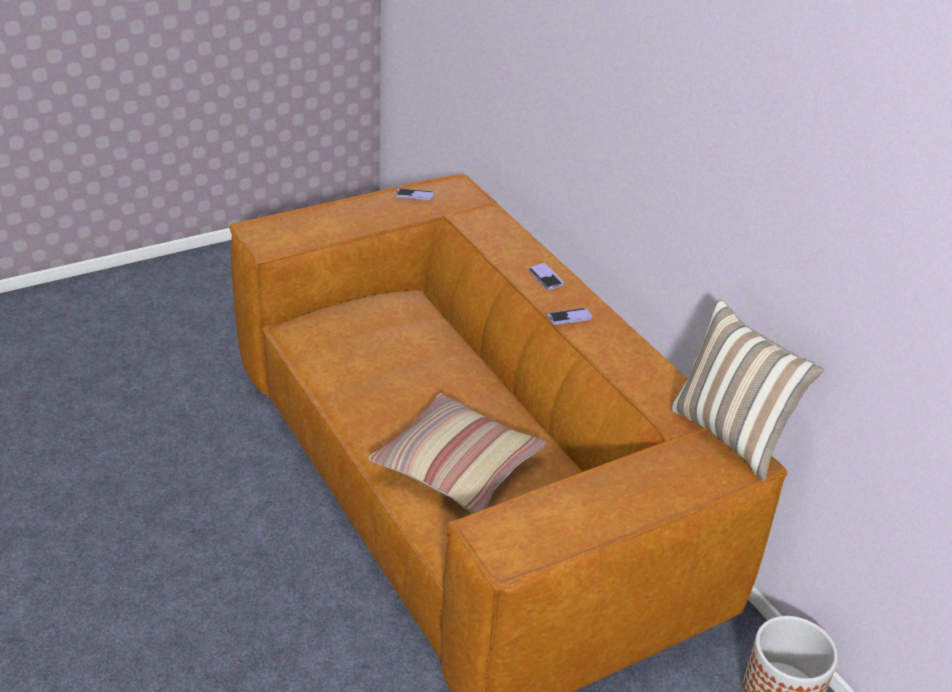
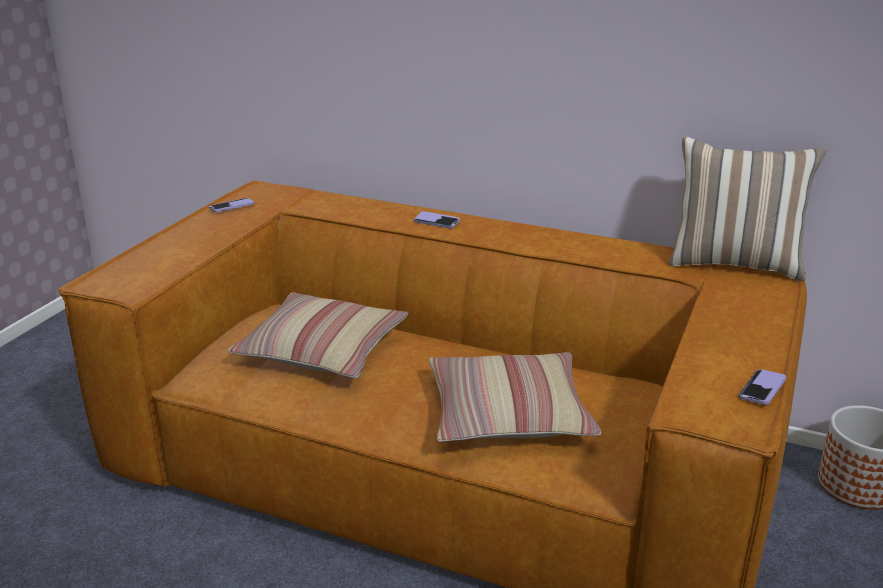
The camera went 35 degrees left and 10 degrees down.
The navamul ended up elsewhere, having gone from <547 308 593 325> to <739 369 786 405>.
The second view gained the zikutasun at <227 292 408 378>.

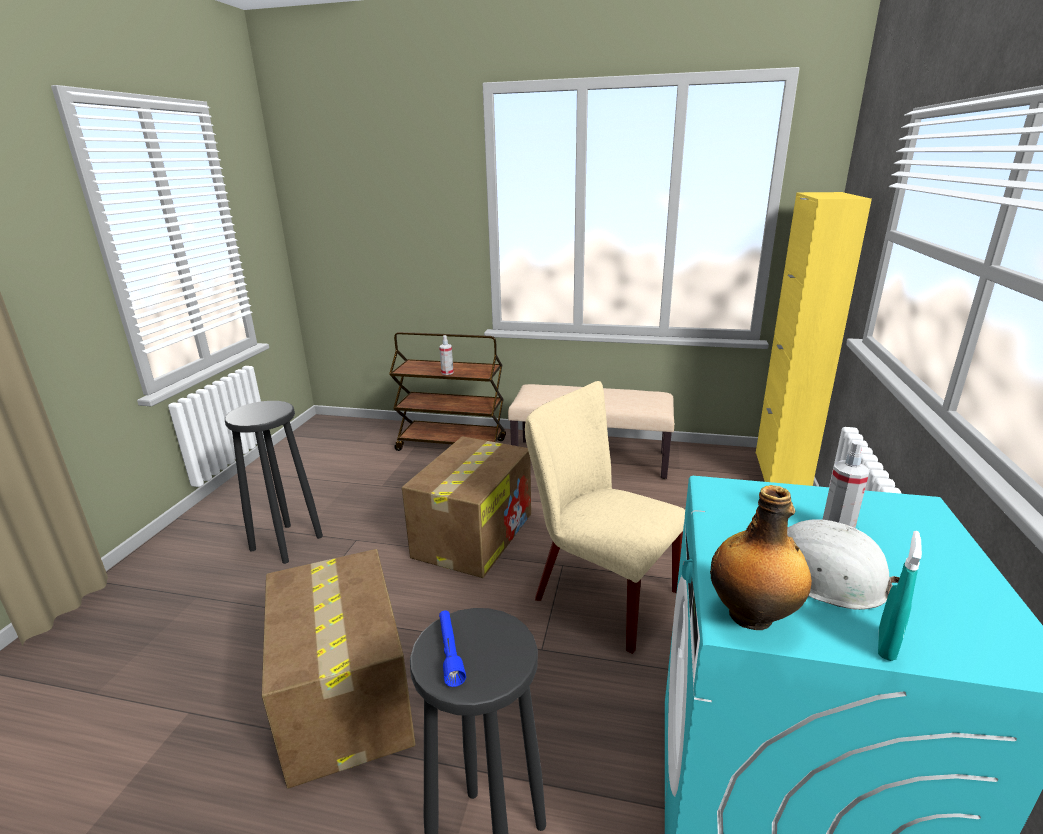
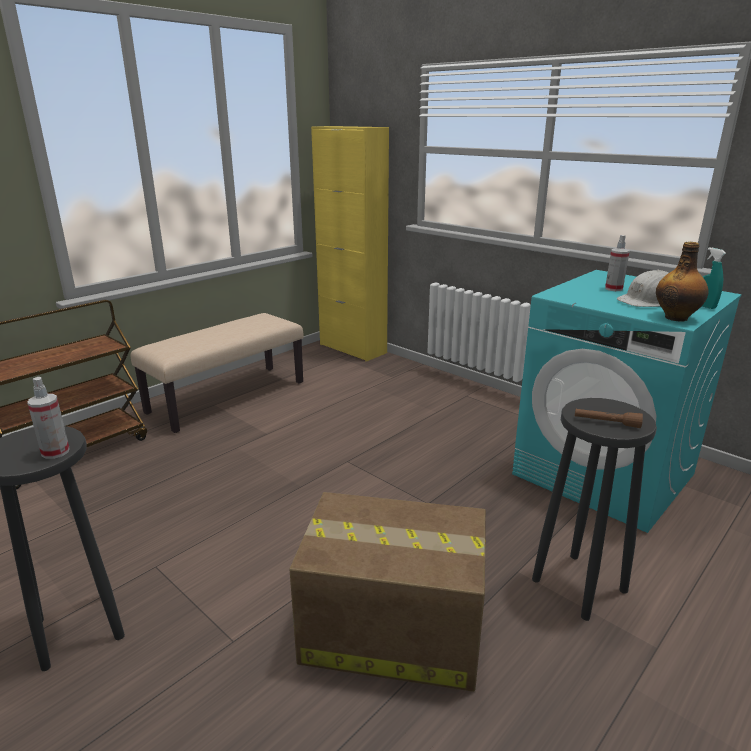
The camera went 60 degrees left and 0 degrees up.
The second view lost the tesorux at <402 436 531 578>.
The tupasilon ended up elsewhere, having gone from <439 335 454 375> to <27 377 70 459>.
What was the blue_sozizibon at <439 610 466 687> turned into the brown_sozizibon at <575 409 643 428>.
The second view lost the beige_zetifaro at <525 381 685 654>.

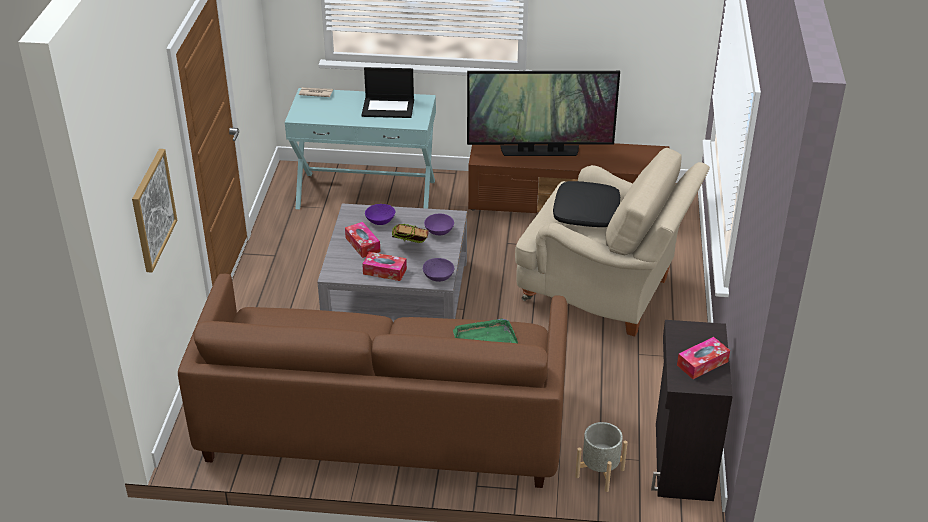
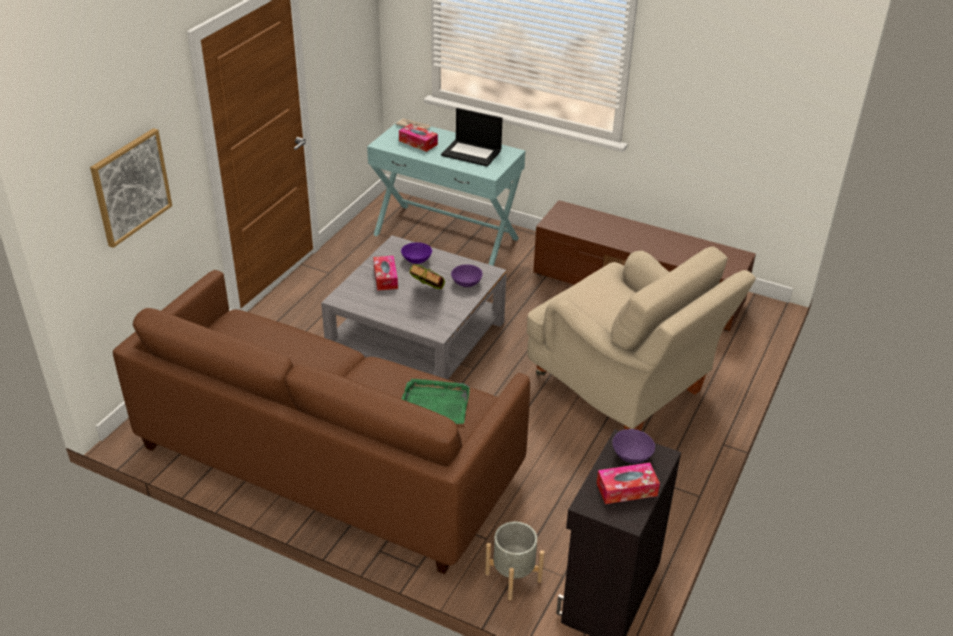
The camera went 20 degrees right and 0 degrees up.
The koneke ended up elsewhere, having gone from <362 252 407 281> to <399 124 438 152>.
The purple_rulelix ended up elsewhere, having gone from <423 258 454 282> to <612 429 655 464>.
The second view lost the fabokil at <467 71 620 156>.
The second view lost the black_zikutasun at <553 181 620 227>.

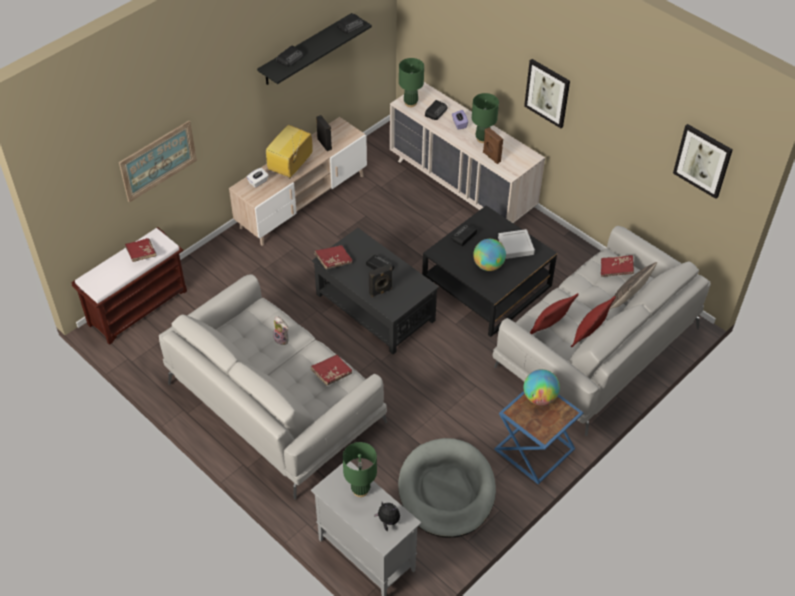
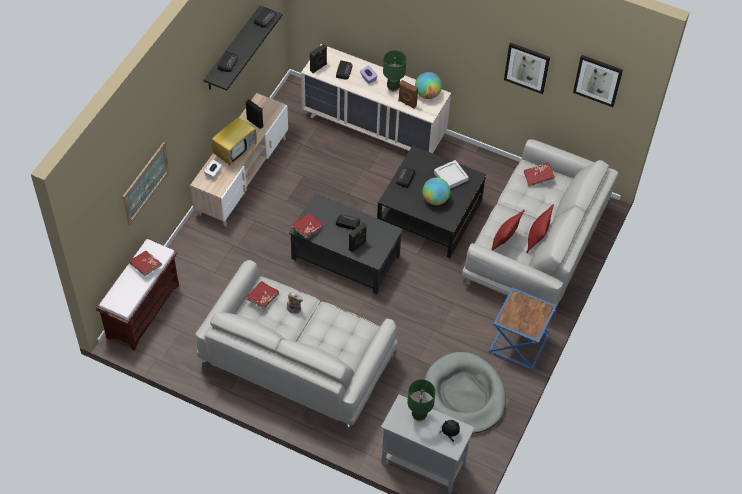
The camera went 20 degrees left and 5 degrees up.
The fabokil at <266 125 313 178> ended up facing another way, 150 degrees counterclockwise from before.
The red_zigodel ended up elsewhere, having gone from <311 355 352 386> to <246 281 279 309>.
Where the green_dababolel stood at <399 58 424 107>, the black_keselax came to stand at <310 44 327 73>.
The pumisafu ended up elsewhere, having gone from <524 59 570 128> to <504 42 550 94>.
The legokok ended up elsewhere, having gone from <524 369 560 405> to <415 72 442 99>.
The second view lost the zikutasun at <609 262 657 310>.

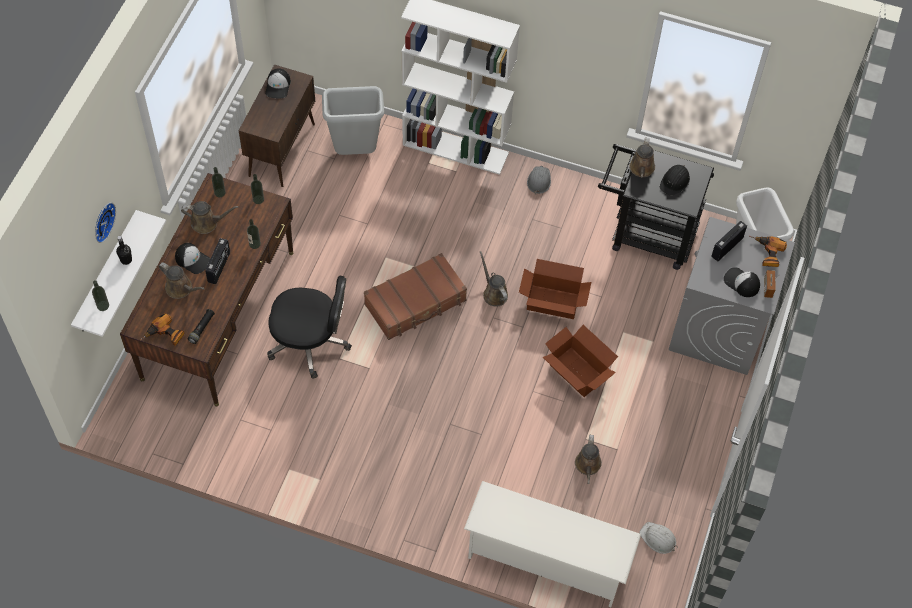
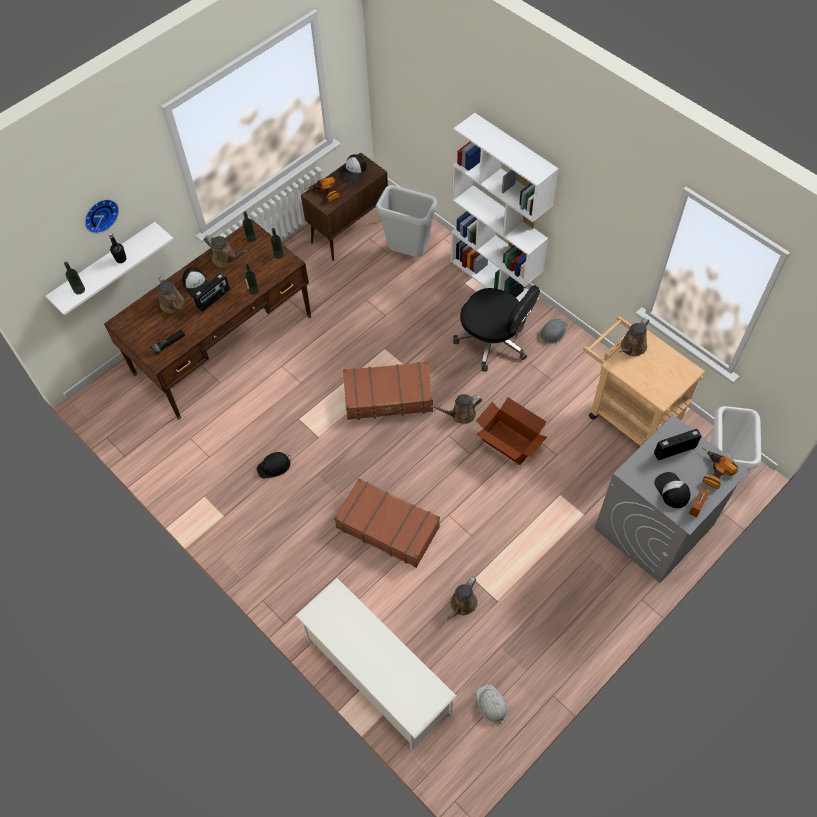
The camera went 30 degrees right and 0 degrees up.
The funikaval ended up elsewhere, having gone from <139 313 184 346> to <304 177 340 202>.
The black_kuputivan ended up elsewhere, having gone from <267 275 352 379> to <453 285 540 372>.
The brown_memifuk at <480 251 508 307> ended up facing another way, 105 degrees counterclockwise from before.
The second view lost the tesorux at <543 325 618 397>.
What was the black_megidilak at <598 144 714 270> turned into the beige_megidilak at <583 316 705 446>.
The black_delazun ended up elsewhere, having gone from <659 165 690 196> to <257 452 291 479>.
The second view gained the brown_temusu at <334 478 440 568>.

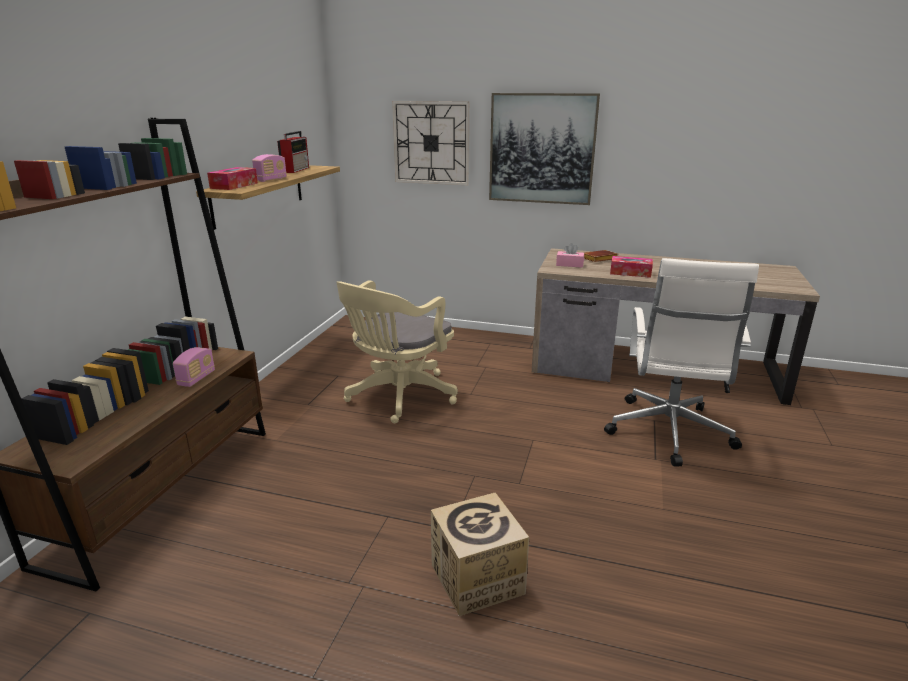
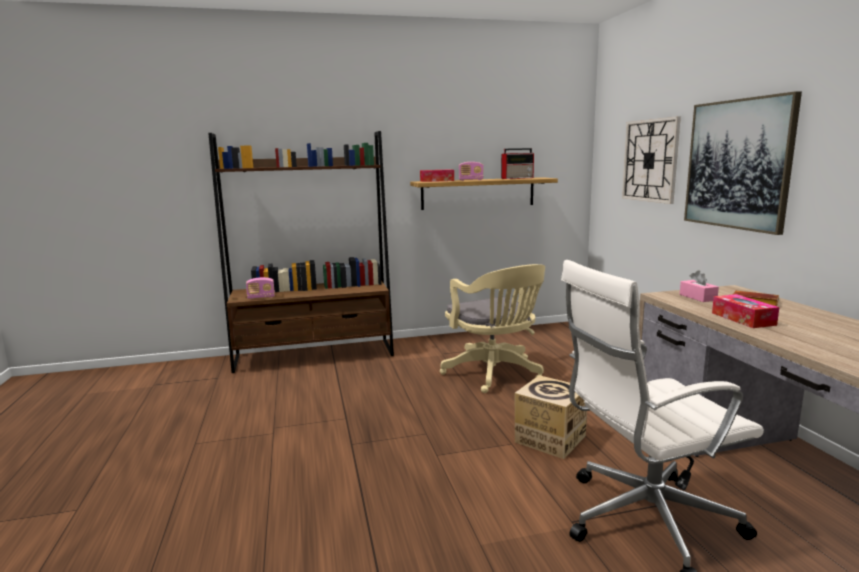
The camera went 60 degrees right and 10 degrees down.
The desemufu ended up elsewhere, having gone from <173 347 215 387> to <246 277 275 299>.
The beige_kuputivan at <336 280 458 423> ended up facing another way, 120 degrees counterclockwise from before.
The tesorux ended up elsewhere, having gone from <431 492 529 616> to <515 375 587 459>.

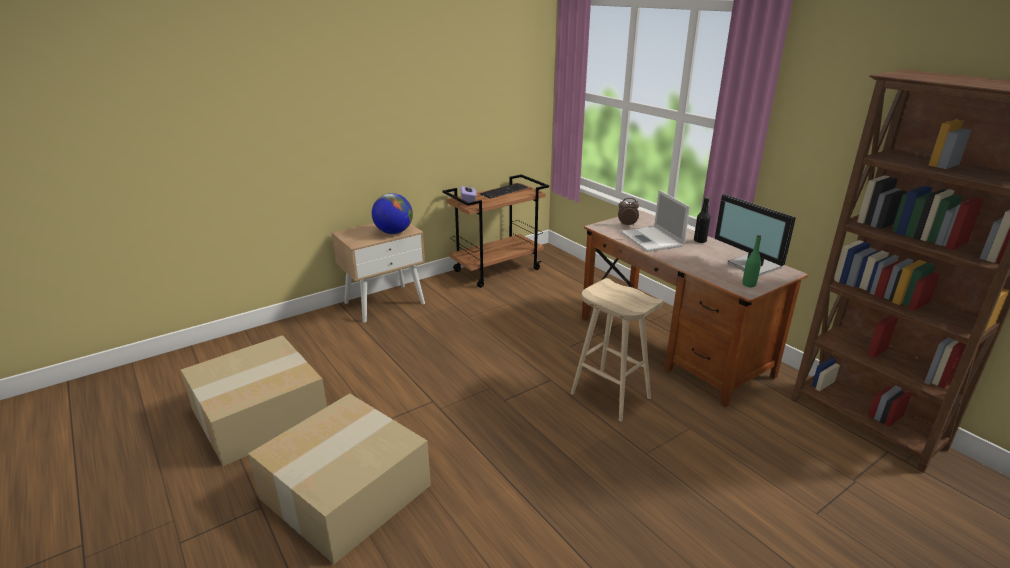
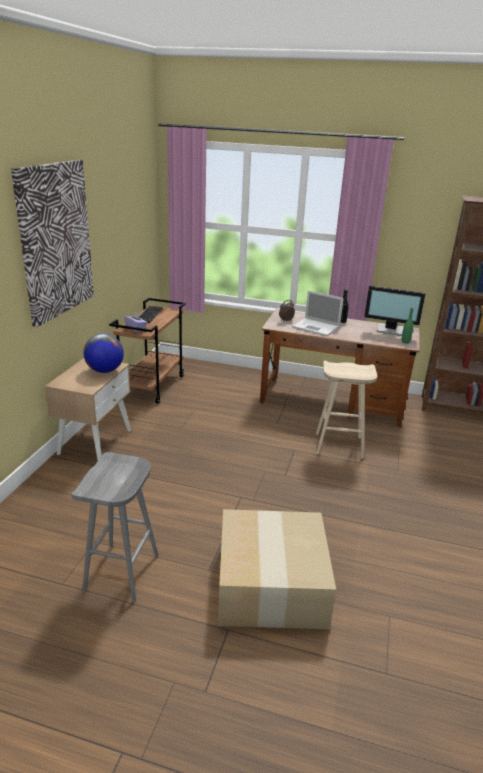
The camera went 40 degrees left and 0 degrees up.
Where the tesorux stood at <181 335 327 466>, the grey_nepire came to stand at <71 452 159 603>.
The second view gained the pumisafu at <11 160 94 327>.

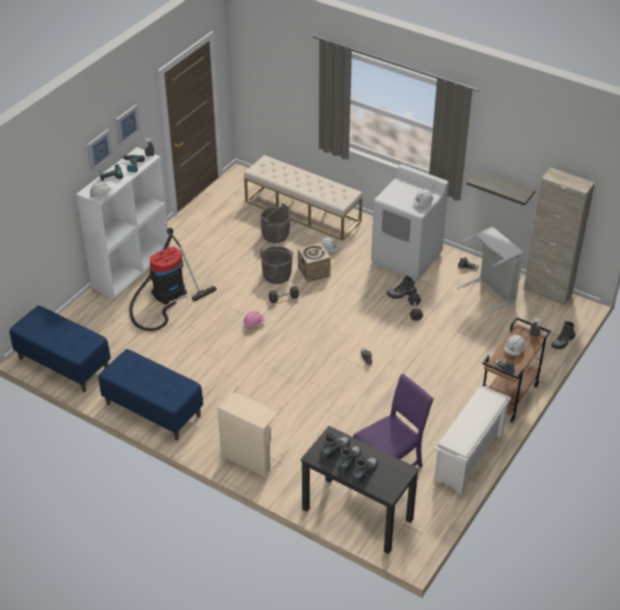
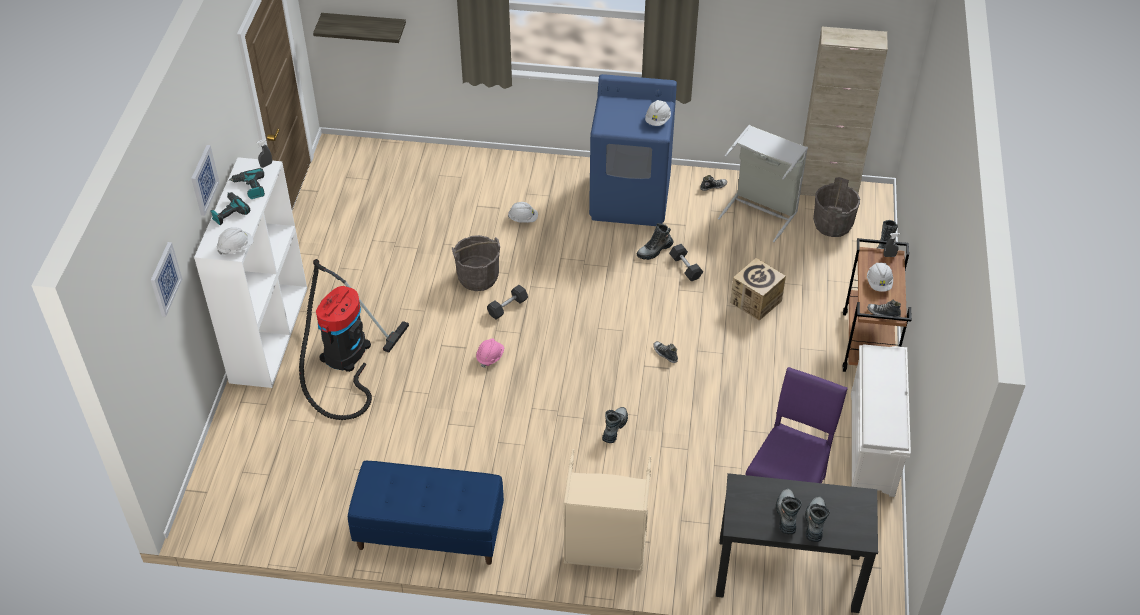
The camera went 25 degrees left and 5 degrees up.
The second view lost the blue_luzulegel at <9 305 111 392>.
The pumisafu ended up elsewhere, having gone from <116 104 140 146> to <151 242 182 317>.
The second view lost the beige_luzulegel at <244 155 362 241>.
The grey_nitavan ended up elsewhere, having gone from <260 203 290 243> to <813 177 860 237>.
The tesorux ended up elsewhere, having gone from <298 242 331 283> to <730 258 786 321>.
The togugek ended up elsewhere, having gone from <319 433 350 460> to <602 407 628 443>.
What was the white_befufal at <371 164 449 281> turned into the blue_befufal at <589 74 677 226>.
The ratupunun ended up elsewhere, having gone from <467 170 536 206> to <313 13 406 43>.

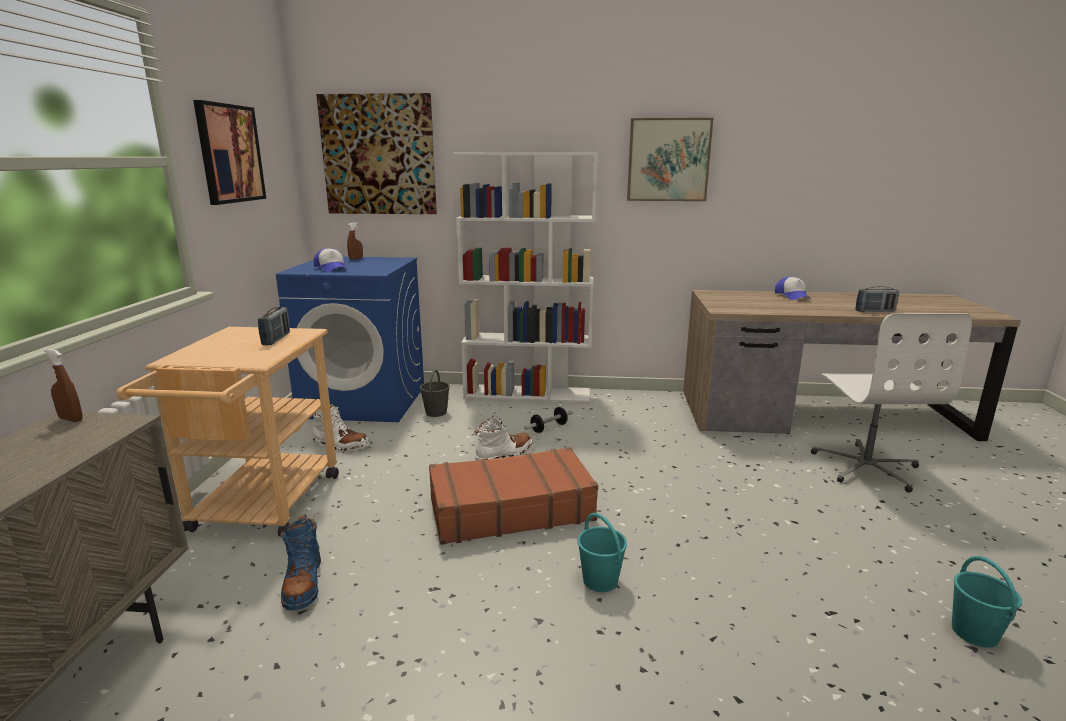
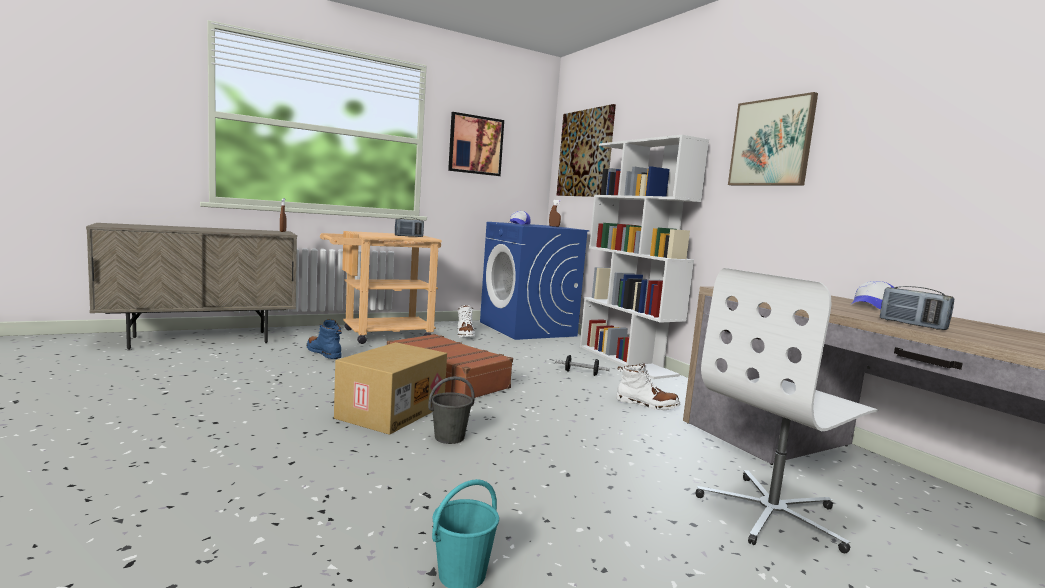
The camera went 55 degrees right and 10 degrees down.
The blue_togugek at <280 515 321 610> ended up facing another way, 90 degrees clockwise from before.
The grey_nitavan ended up elsewhere, having gone from <420 370 450 417> to <428 376 475 444>.
The white_togugek ended up elsewhere, having gone from <474 416 533 461> to <616 362 680 411>.
Where the turquoise_nitavan stood at <577 513 627 592>, the tesorux came to stand at <334 342 447 435>.

